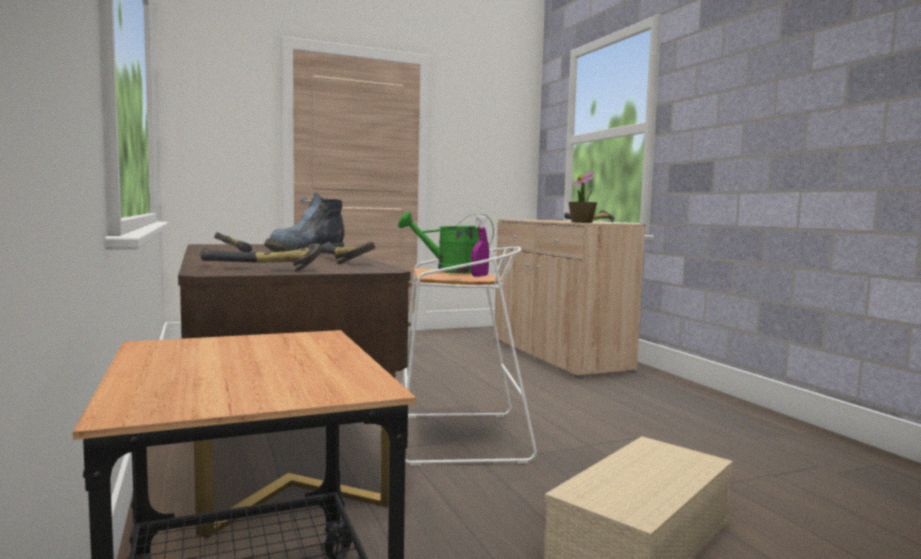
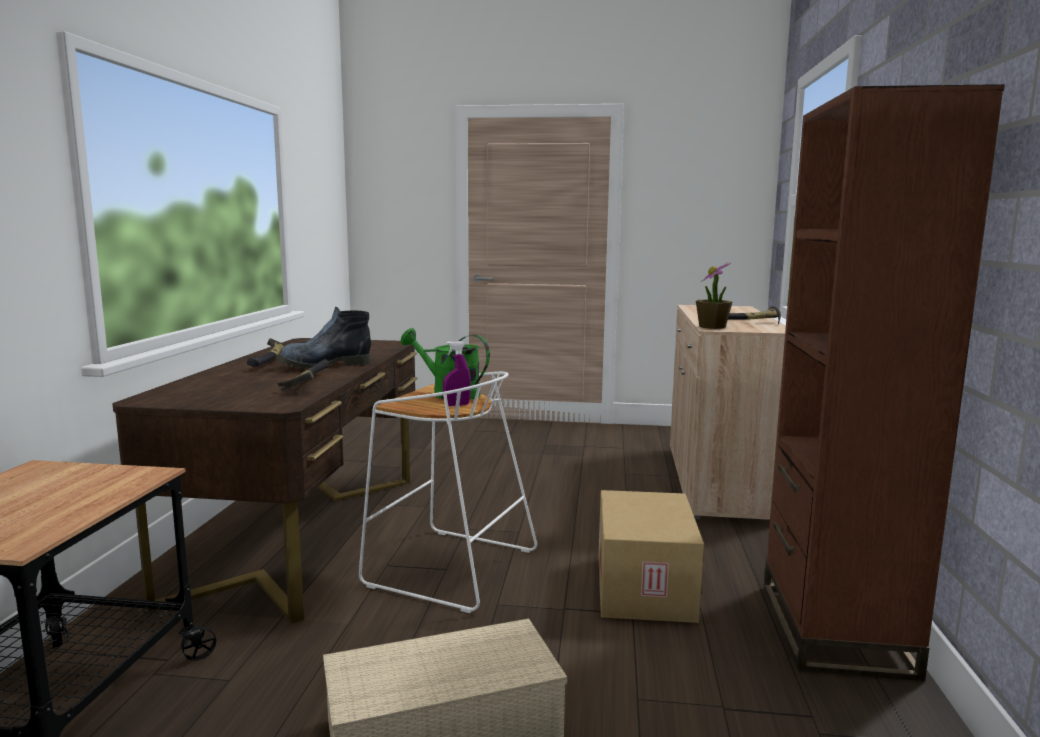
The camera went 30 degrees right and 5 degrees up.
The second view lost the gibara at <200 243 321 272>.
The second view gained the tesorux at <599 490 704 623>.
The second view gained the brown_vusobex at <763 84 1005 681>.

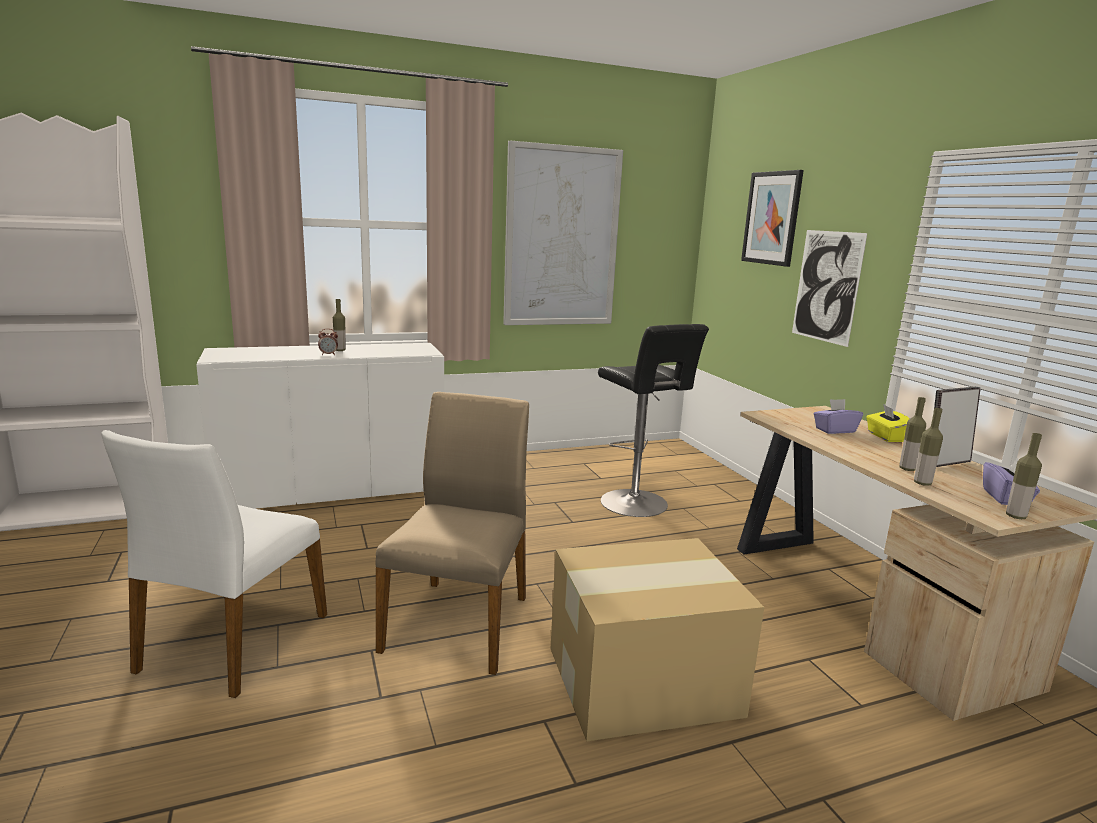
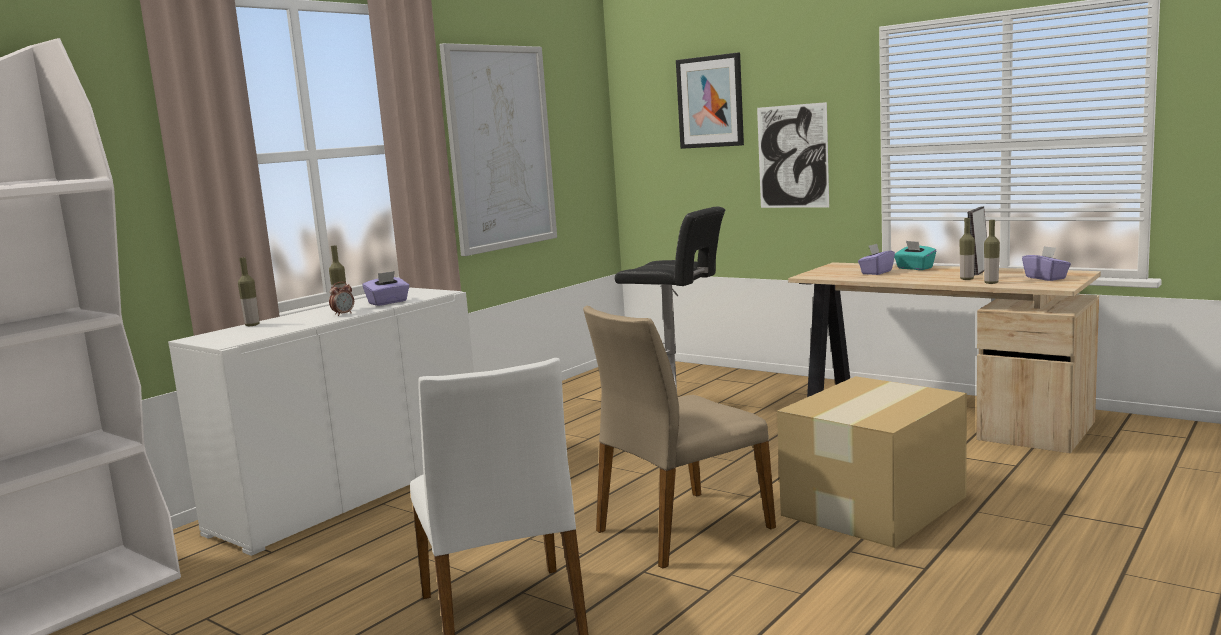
The camera went 30 degrees left and 5 degrees down.
The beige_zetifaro at <375 392 529 675> ended up facing another way, 105 degrees counterclockwise from before.
What was the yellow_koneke at <866 404 910 442> turned into the turquoise_koneke at <894 241 936 270>.
The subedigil ended up elsewhere, having gone from <1006 433 1042 519> to <238 257 259 326>.
The second view gained the purple_koneke at <363 271 410 306>.

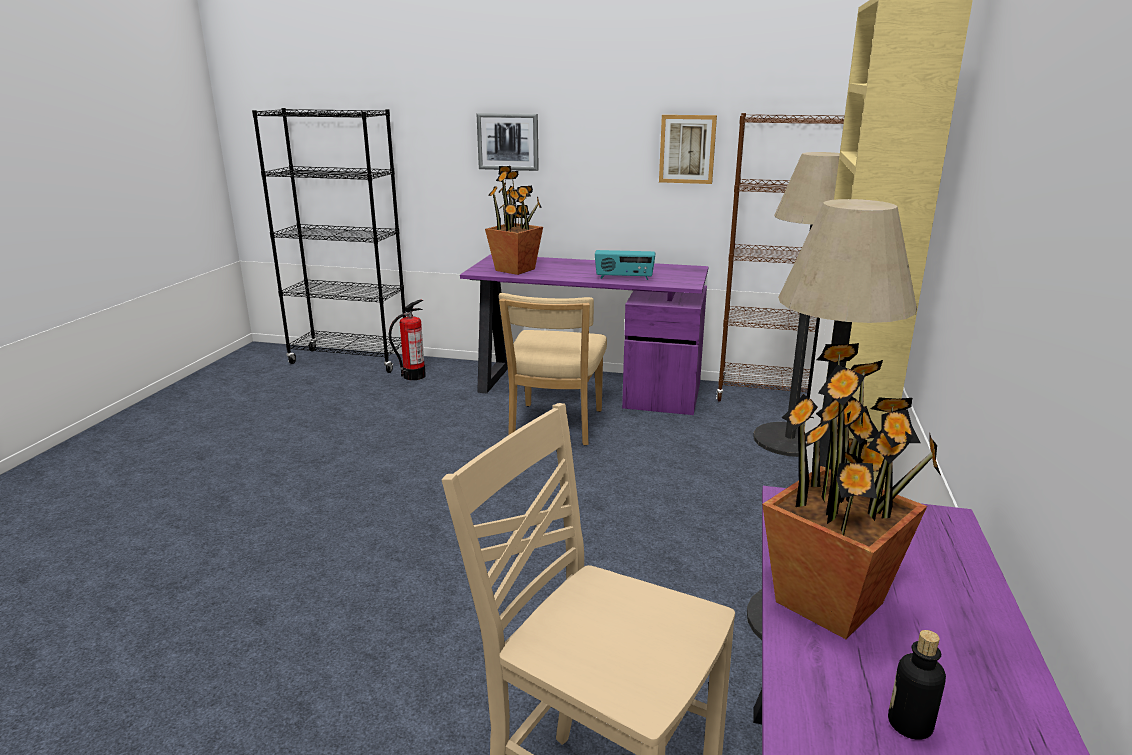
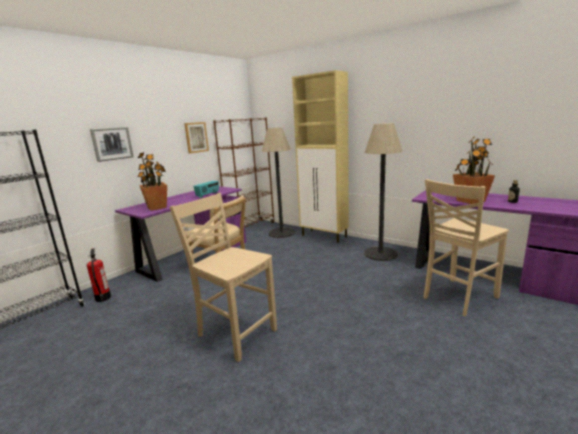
The camera went 65 degrees left and 5 degrees down.
The second view gained the beige_zetifaro at <170 193 277 362>.

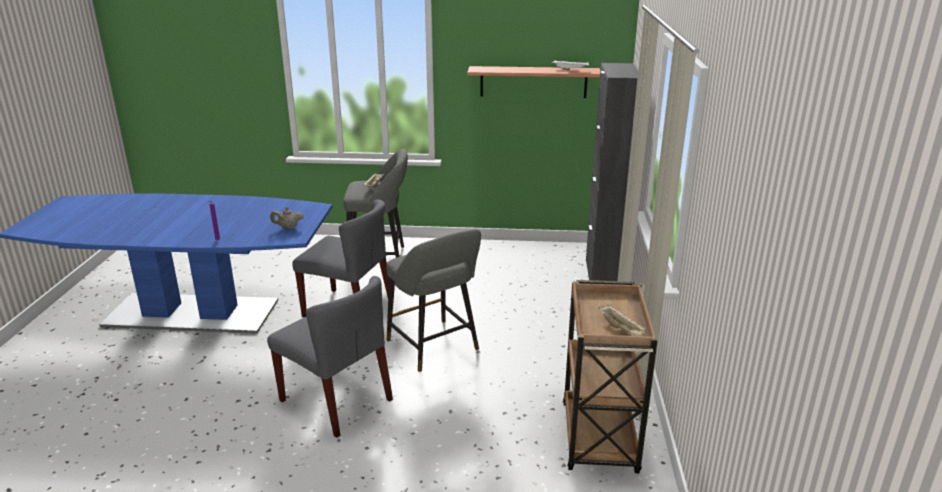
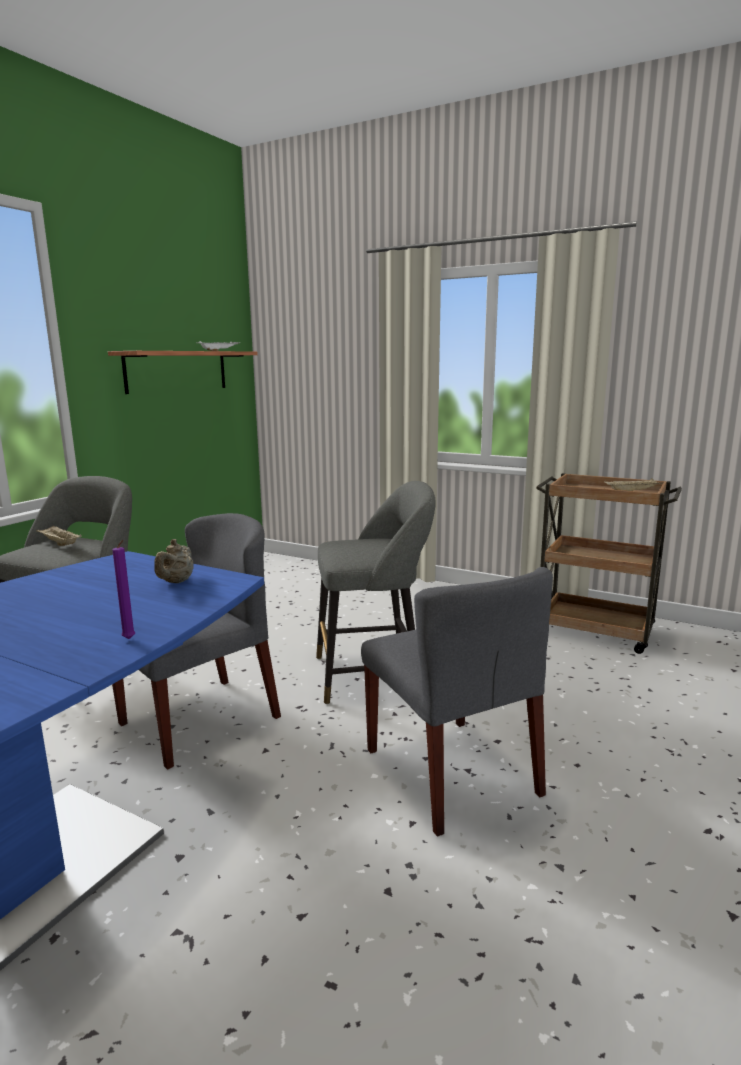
The camera went 65 degrees left and 10 degrees down.
The grey_zetifaro at <267 276 393 438> ended up facing another way, 90 degrees clockwise from before.
The second view lost the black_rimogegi at <586 63 638 281>.

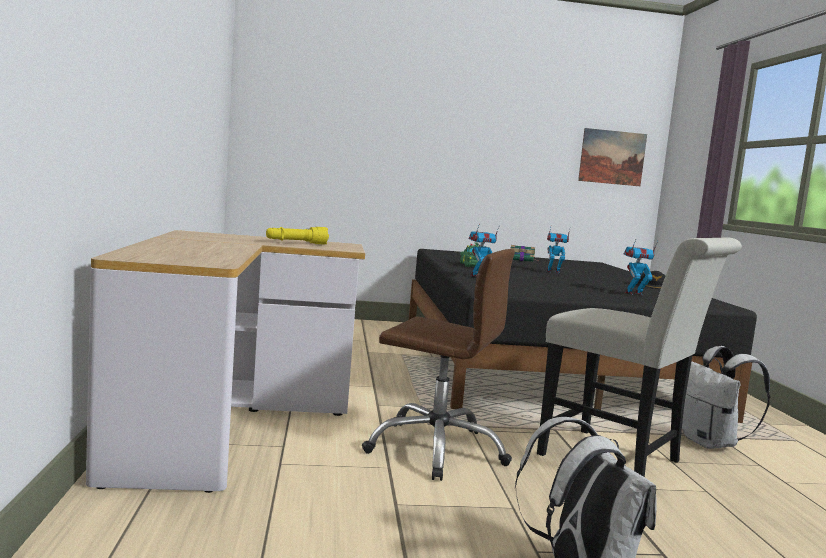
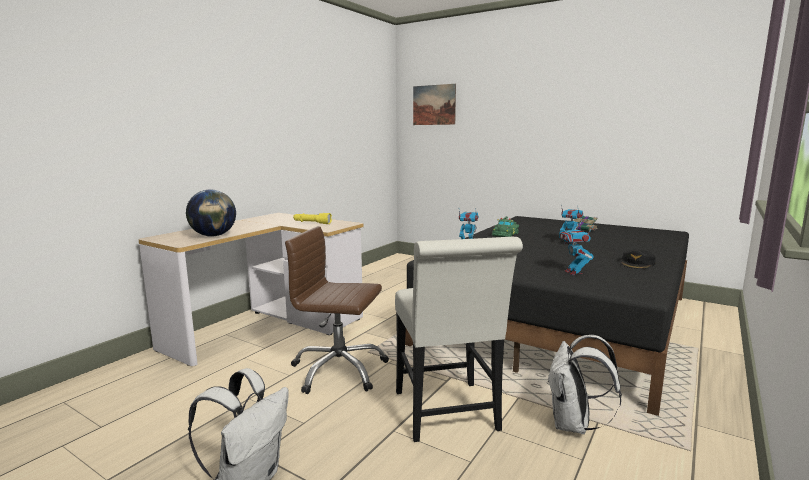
The camera went 40 degrees right and 5 degrees up.
The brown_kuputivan at <362 249 515 481> ended up facing another way, 135 degrees clockwise from before.
The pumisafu ended up elsewhere, having gone from <578 128 647 186> to <413 84 456 125>.
The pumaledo at <624 240 658 296> ended up facing another way, 135 degrees counterclockwise from before.
The second view gained the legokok at <186 190 236 237>.

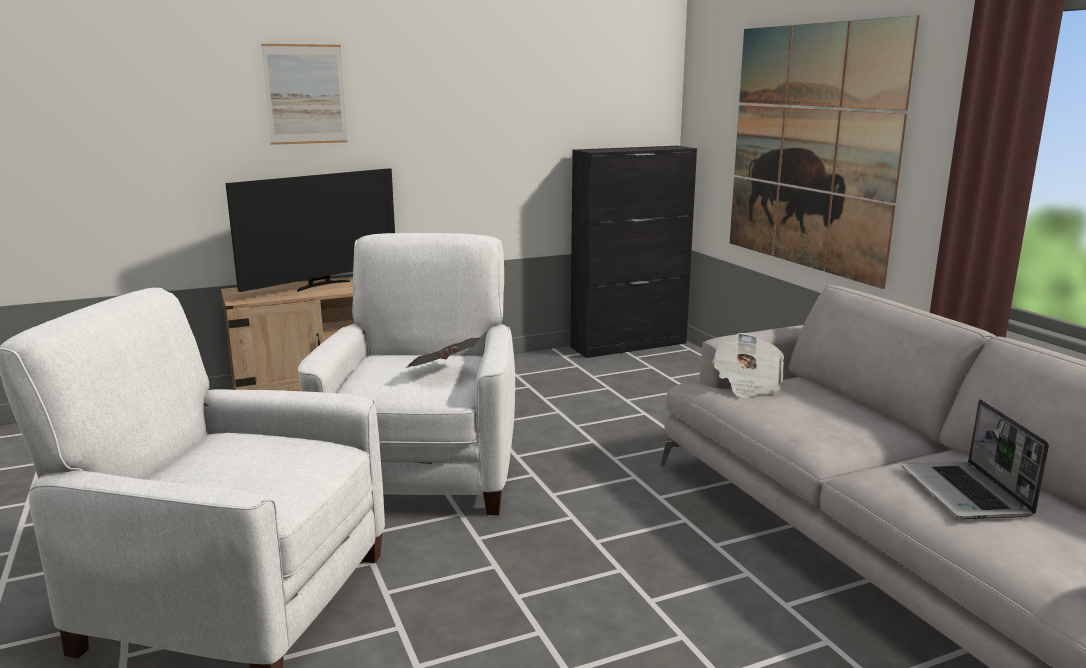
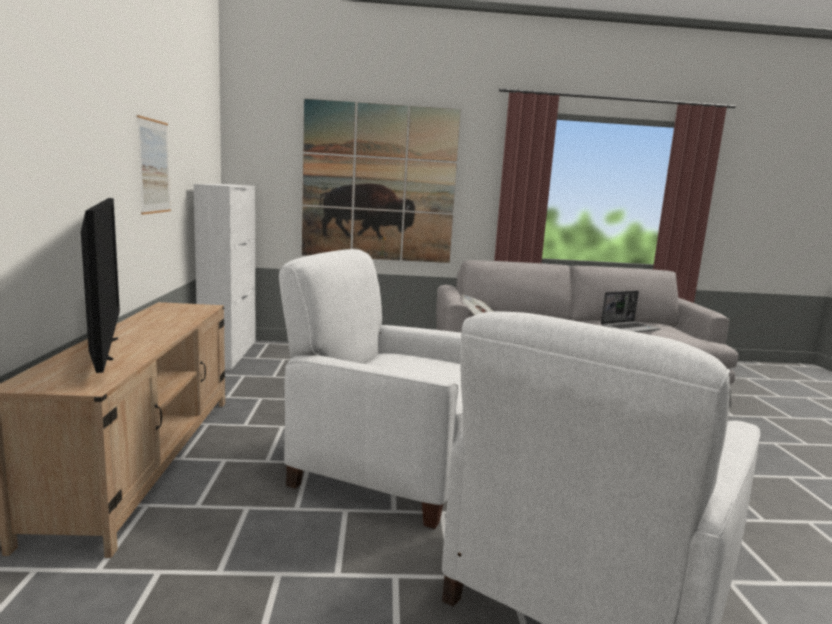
The camera went 70 degrees left and 5 degrees down.
The pumisafu ended up elsewhere, having gone from <261 44 348 145> to <137 115 171 215>.
The second view lost the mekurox at <406 338 481 368>.
What was the black_rimogegi at <570 146 697 358> turned into the white_rimogegi at <194 184 255 370>.
The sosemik at <902 399 1049 519> ended up facing another way, 45 degrees counterclockwise from before.

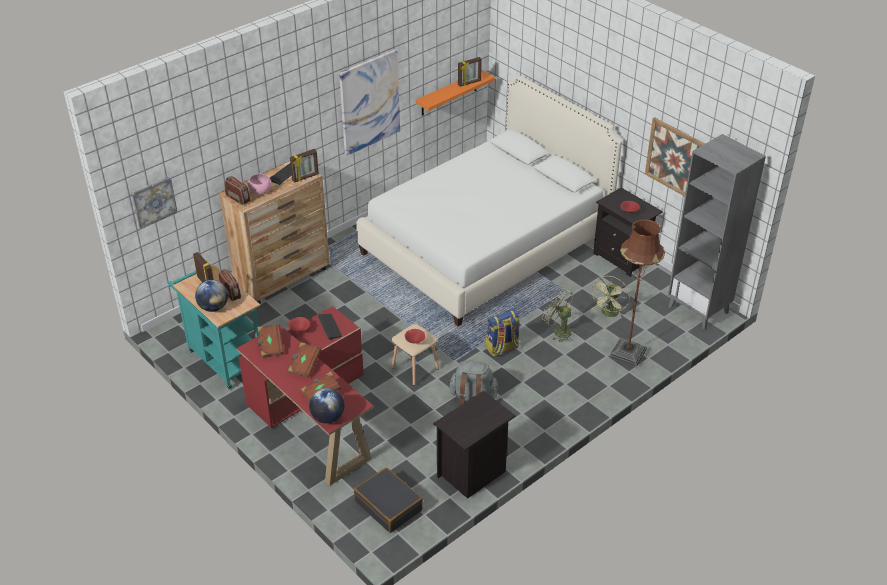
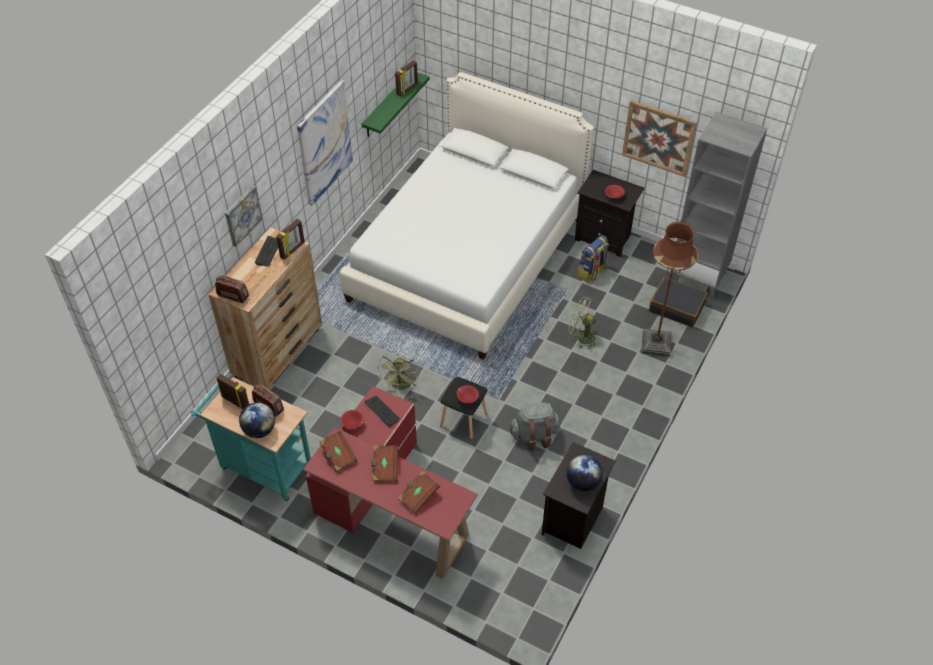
The camera went 20 degrees left and 10 degrees up.
The pumisafu ended up elsewhere, having gone from <131 176 177 229> to <225 185 262 247>.
The second view lost the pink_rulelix at <248 174 272 195>.
The legokok ended up elsewhere, having gone from <309 388 344 423> to <566 455 603 491>.
The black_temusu ended up elsewhere, having gone from <354 467 423 533> to <649 277 708 327>.
What was the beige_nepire at <391 324 439 386> turned into the black_nepire at <440 377 488 440>.
What was the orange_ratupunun at <416 70 495 116> turned into the green_ratupunun at <362 72 430 137>.
The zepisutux ended up elsewhere, having gone from <486 309 520 356> to <577 235 609 283>.
The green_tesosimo ended up elsewhere, having gone from <590 276 630 318> to <377 353 420 390>.

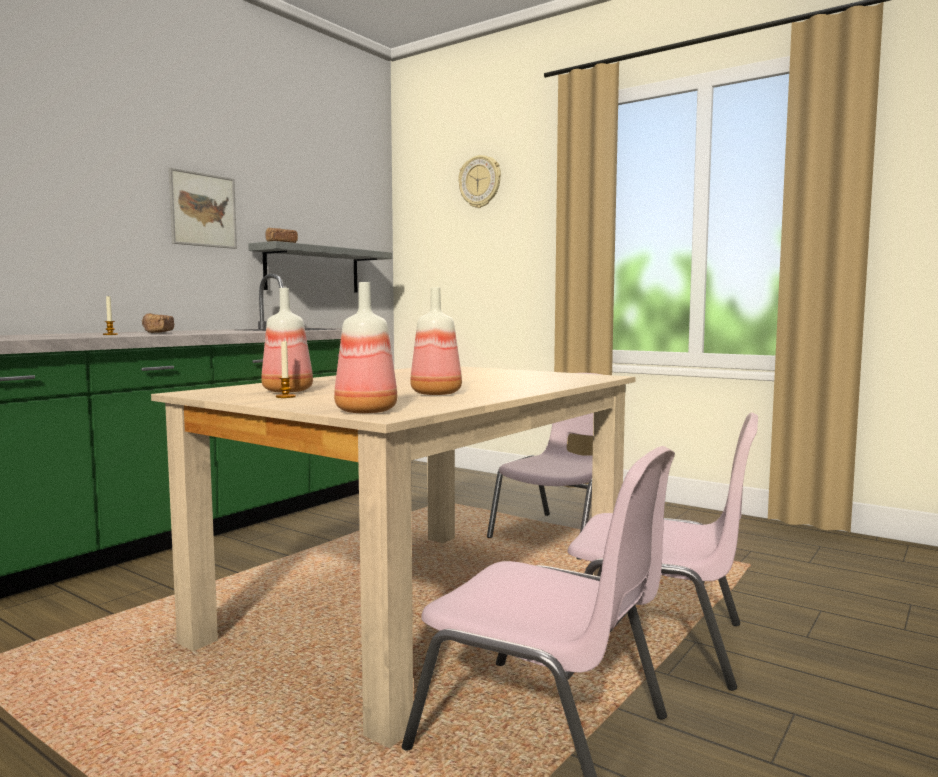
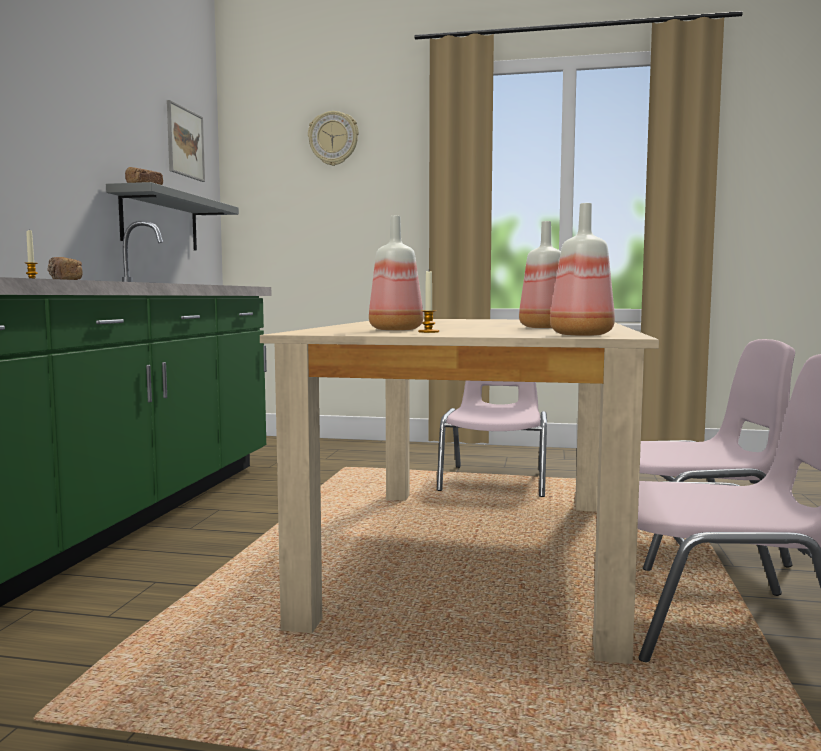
The camera went 25 degrees left and 0 degrees up.
The pumisafu ended up elsewhere, having gone from <168 168 237 249> to <167 100 205 182>.

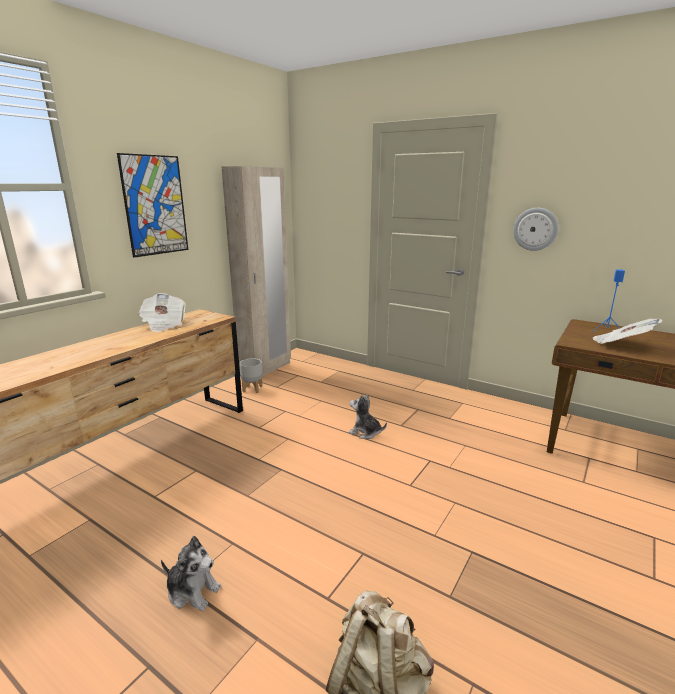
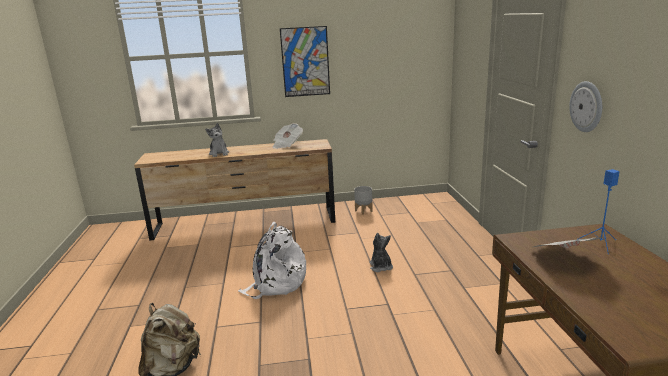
The camera went 50 degrees right and 0 degrees up.
The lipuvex ended up elsewhere, having gone from <161 536 222 611> to <205 123 229 157>.
The second view lost the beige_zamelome at <222 166 291 376>.
The second view gained the white_zepisutux at <238 222 306 299>.

